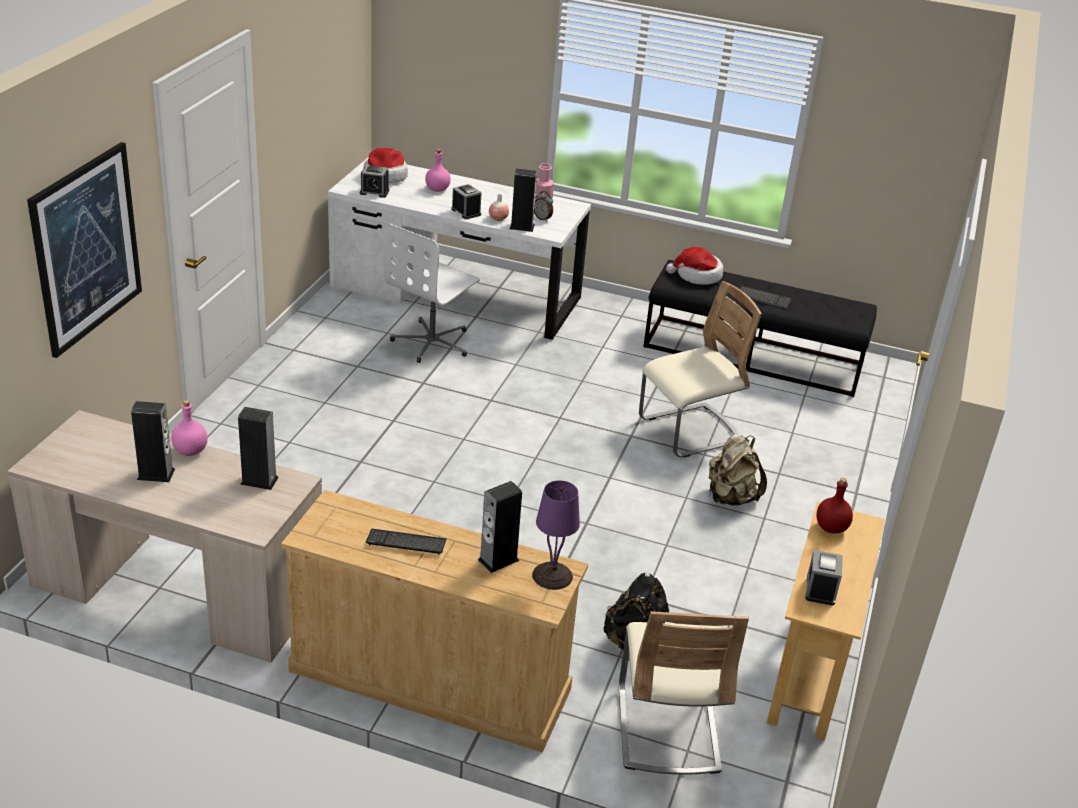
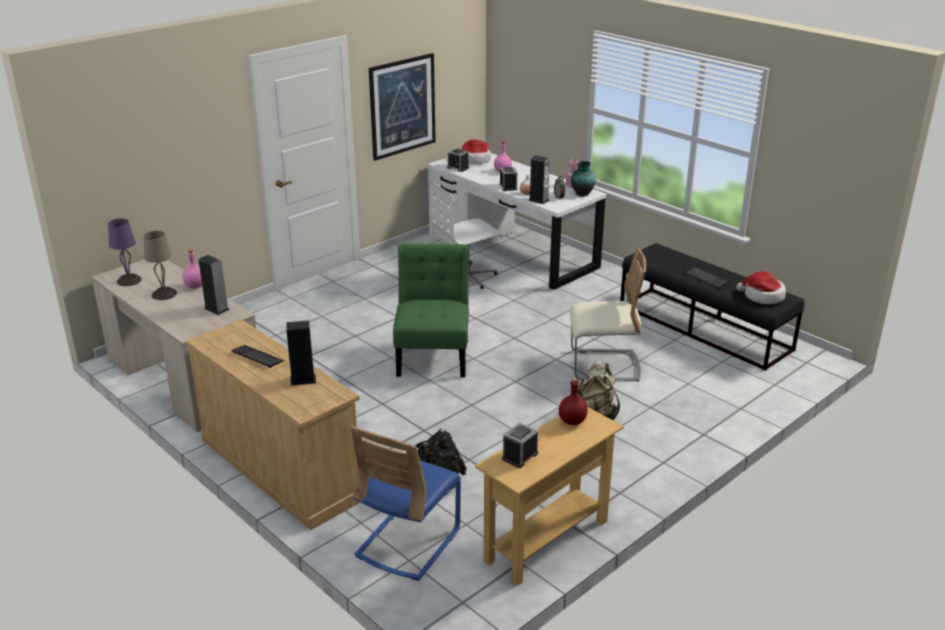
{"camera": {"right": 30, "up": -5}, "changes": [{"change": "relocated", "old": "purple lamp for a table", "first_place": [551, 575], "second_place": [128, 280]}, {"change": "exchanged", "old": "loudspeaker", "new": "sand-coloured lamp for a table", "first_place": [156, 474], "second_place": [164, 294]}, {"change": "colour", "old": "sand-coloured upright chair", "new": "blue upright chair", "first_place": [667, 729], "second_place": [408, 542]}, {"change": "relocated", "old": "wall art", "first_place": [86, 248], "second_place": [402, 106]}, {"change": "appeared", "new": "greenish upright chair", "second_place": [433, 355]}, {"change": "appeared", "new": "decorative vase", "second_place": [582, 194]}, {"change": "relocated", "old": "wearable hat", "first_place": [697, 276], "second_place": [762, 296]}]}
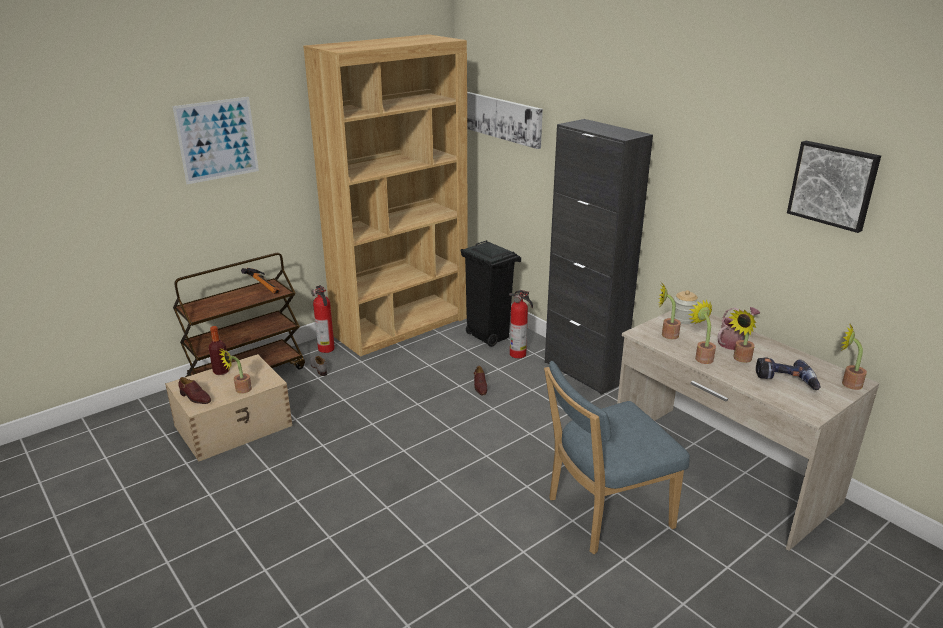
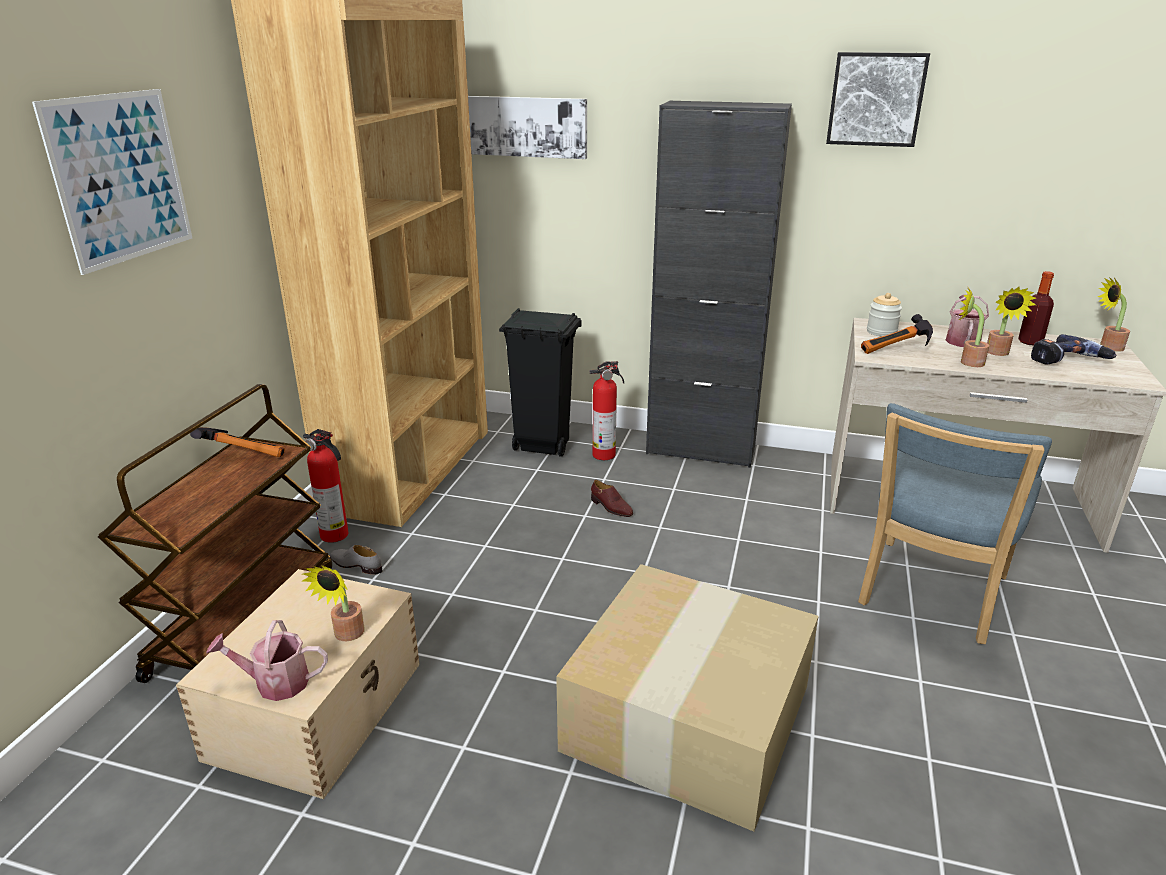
{"camera": {"right": -35, "up": 0}, "changes": [{"change": "exchanged", "old": "brown item of footwear", "new": "sprinkling can", "first_place": [195, 398], "second_place": [275, 683]}, {"change": "appeared", "new": "carton", "second_place": [686, 714]}, {"change": "relocated", "old": "wall art", "first_place": [833, 185], "second_place": [876, 99]}, {"change": "exchanged", "old": "houseplant", "new": "tool hammer", "first_place": [666, 335], "second_place": [897, 350]}, {"change": "relocated", "old": "drink bottle", "first_place": [221, 371], "second_place": [1030, 342]}]}
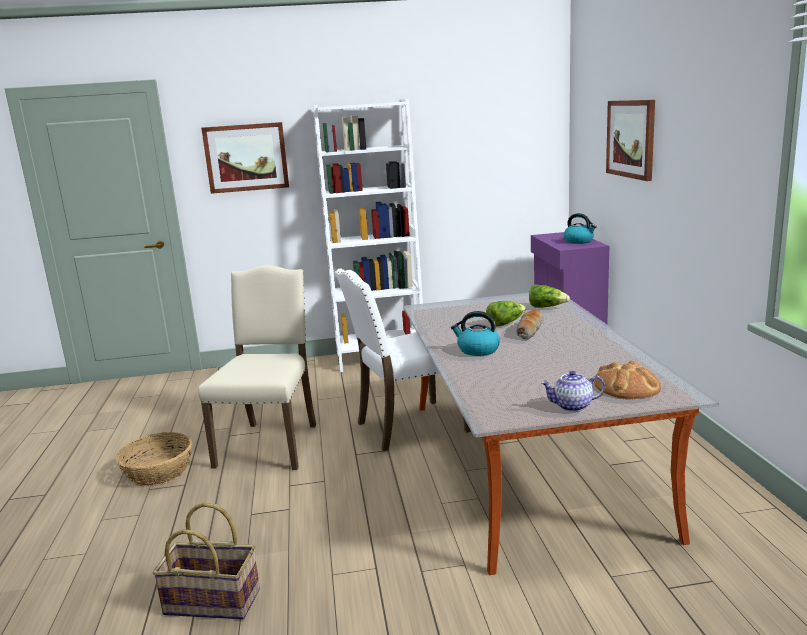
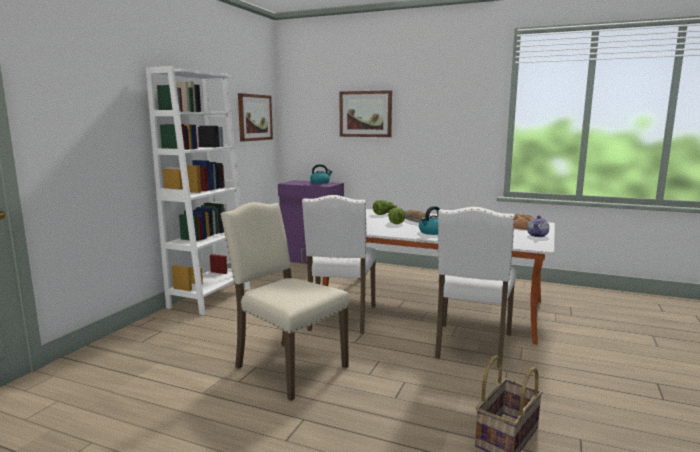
{"camera": {"right": -60, "up": -5}, "changes": [{"change": "relocated", "old": "wall art", "first_place": [246, 157], "second_place": [254, 117]}, {"change": "appeared", "new": "whitish upright chair", "second_place": [471, 346]}, {"change": "missing", "old": "basket", "first_place": [158, 472]}]}
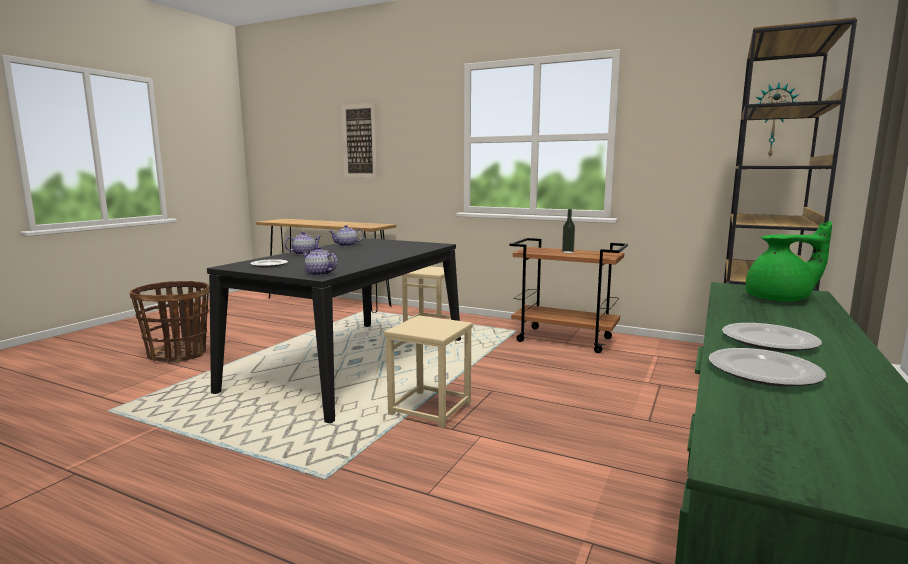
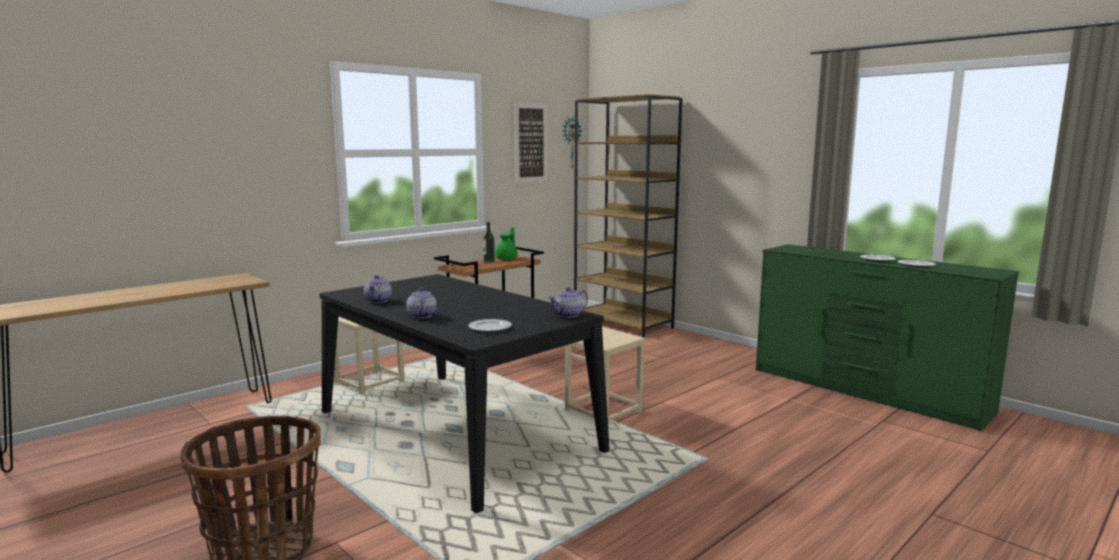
{"camera": {"right": -70, "up": 0}, "changes": [{"change": "relocated", "old": "greenish tea pot", "first_place": [780, 299], "second_place": [507, 258]}, {"change": "relocated", "old": "wall art", "first_place": [359, 141], "second_place": [530, 143]}]}
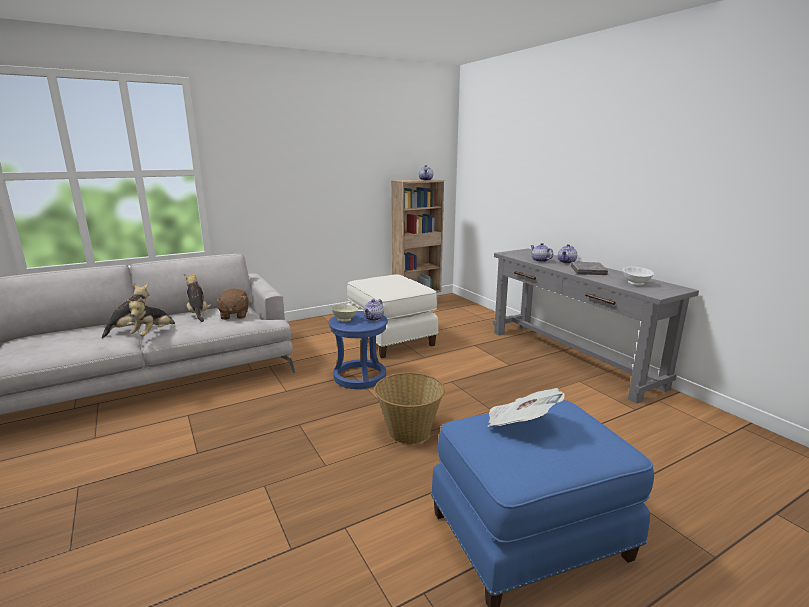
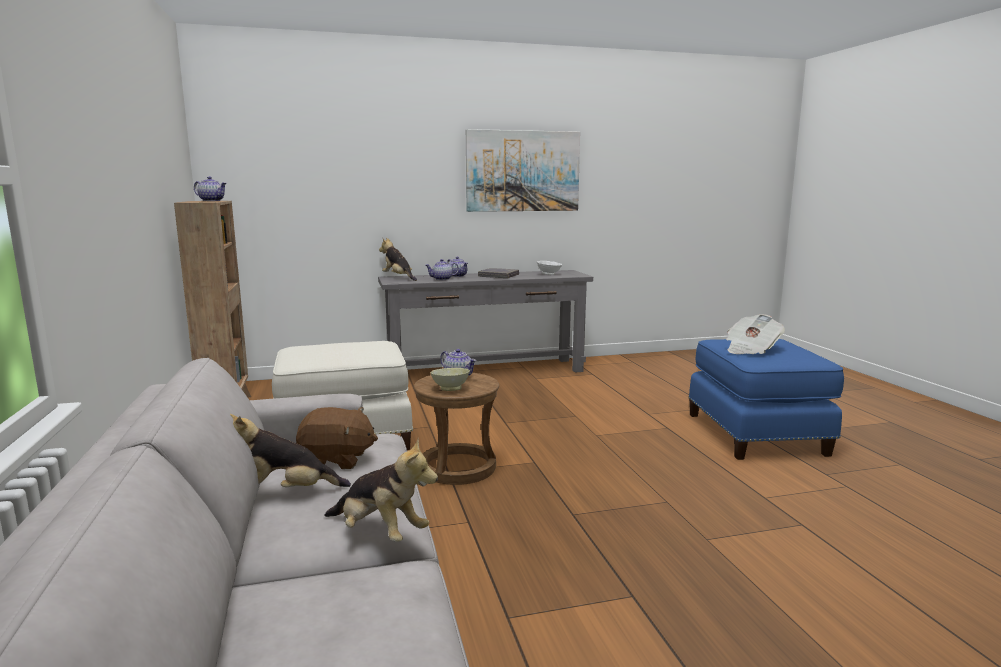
{"camera": {"right": -75, "up": -5}, "changes": [{"change": "relocated", "old": "cuddly toy", "first_place": [132, 328], "second_place": [398, 278]}, {"change": "colour", "old": "blue sitting stool", "new": "brown sitting stool", "first_place": [360, 376], "second_place": [457, 467]}, {"change": "appeared", "new": "wall art", "second_place": [523, 171]}, {"change": "missing", "old": "basket", "first_place": [409, 431]}]}
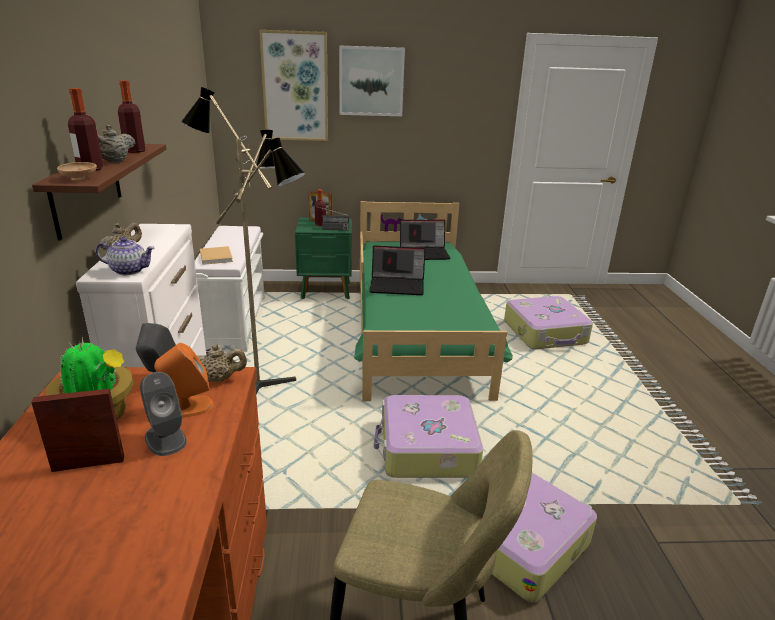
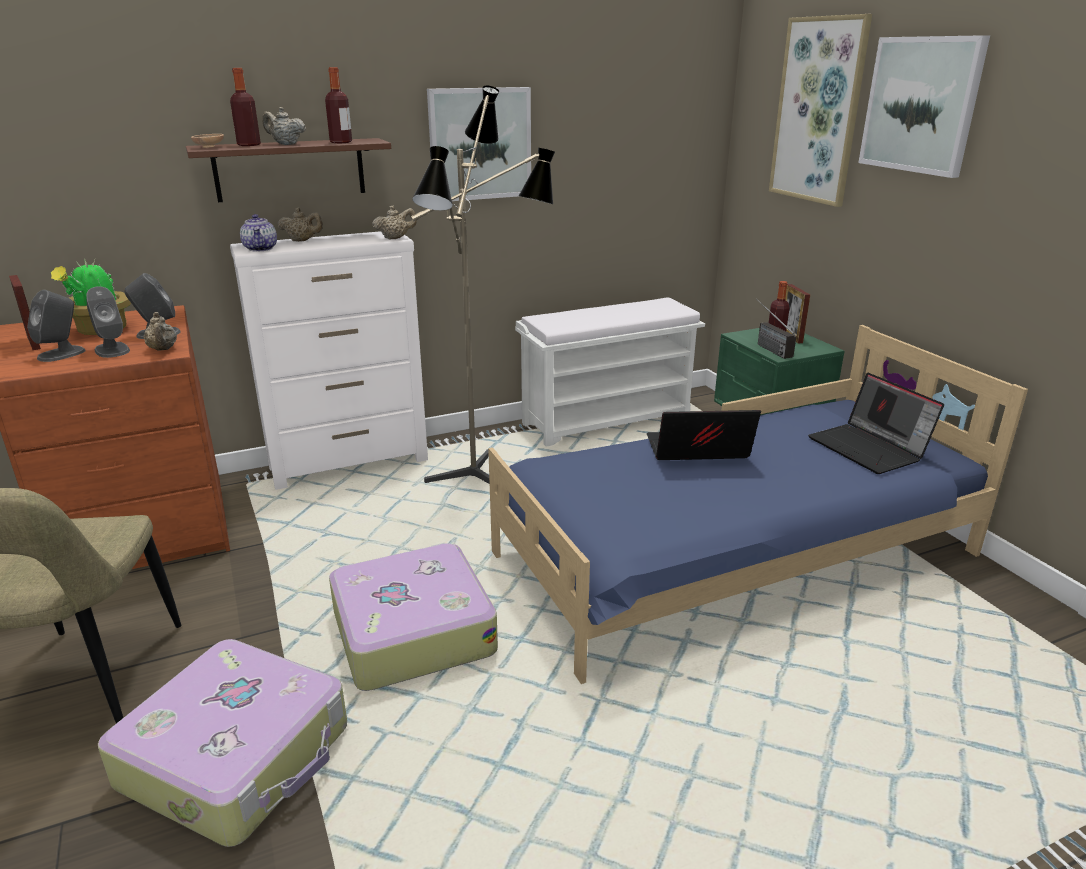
{"camera": {"right": 70, "up": 0}, "changes": [{"change": "colour", "old": "orange-coloured loudspeaker", "new": "greyish loudspeaker", "first_place": [188, 407], "second_place": [112, 350]}, {"change": "appeared", "new": "sand-coloured tea pot", "second_place": [395, 238]}, {"change": "appeared", "new": "wall art", "second_place": [480, 144]}, {"change": "colour", "old": "greenish bed", "new": "blue bed", "first_place": [417, 331], "second_place": [734, 556]}, {"change": "spun", "old": "portable computer", "first_place": [398, 285], "second_place": [696, 451], "degrees": 105}, {"change": "missing", "old": "sand-coloured bound book", "first_place": [216, 256]}, {"change": "missing", "old": "suitcase", "first_place": [546, 333]}]}
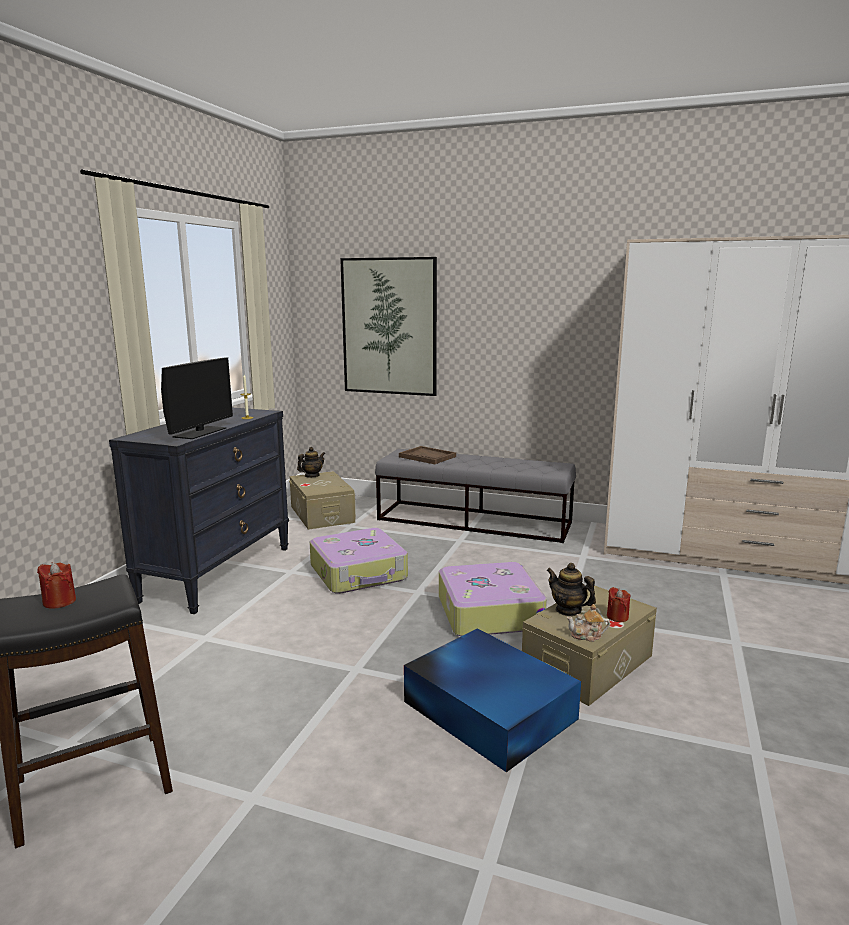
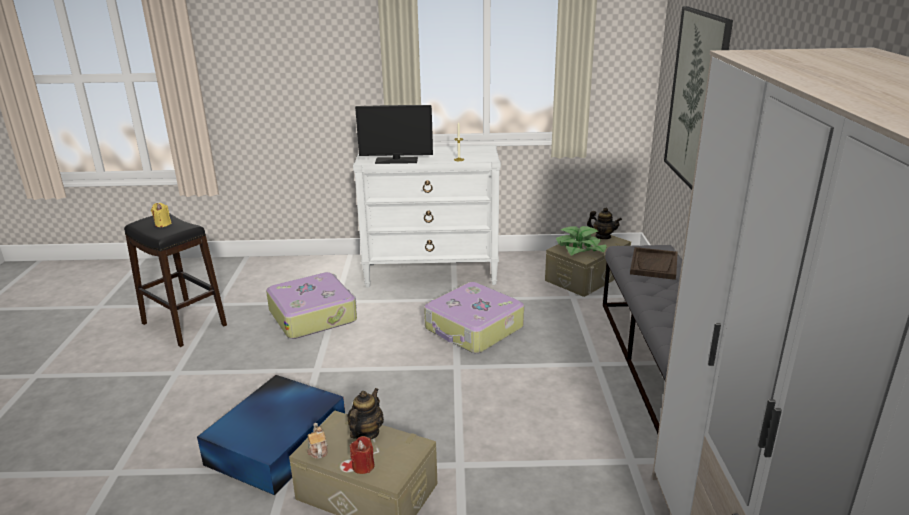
{"camera": {"right": 70, "up": 10}, "changes": [{"change": "colour", "old": "red-coloured wax candle", "new": "yellow wax candle", "first_place": [59, 601], "second_place": [163, 224]}, {"change": "relocated", "old": "suitcase", "first_place": [488, 612], "second_place": [313, 315]}, {"change": "colour", "old": "black drawer chest", "new": "whitish drawer chest", "first_place": [218, 573], "second_place": [432, 273]}, {"change": "appeared", "new": "houseplant", "second_place": [580, 249]}]}
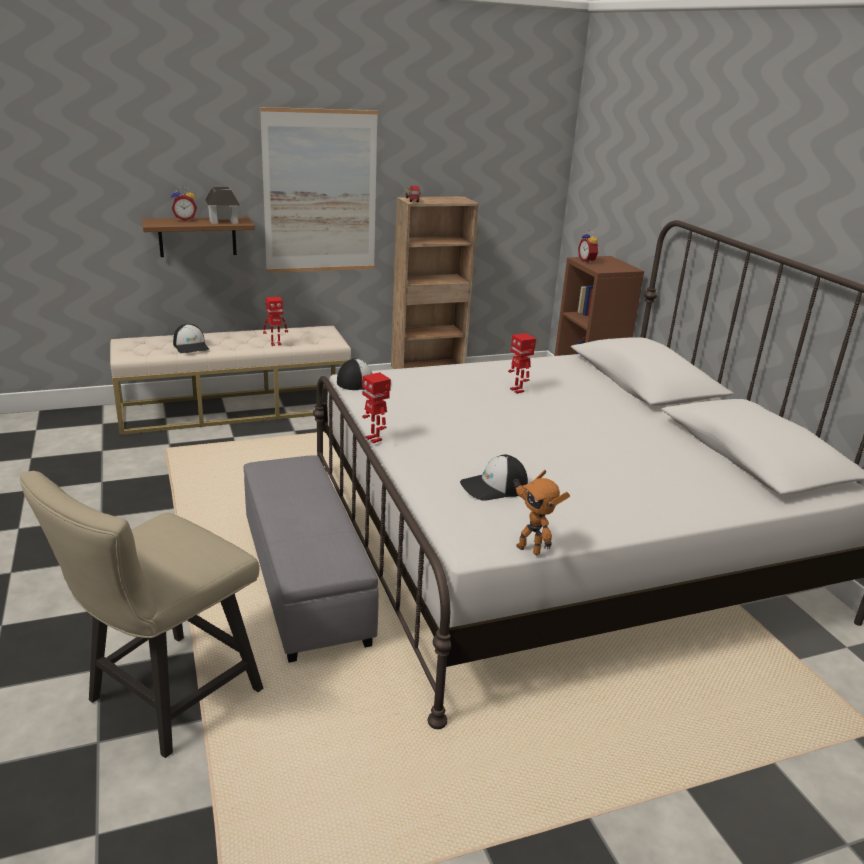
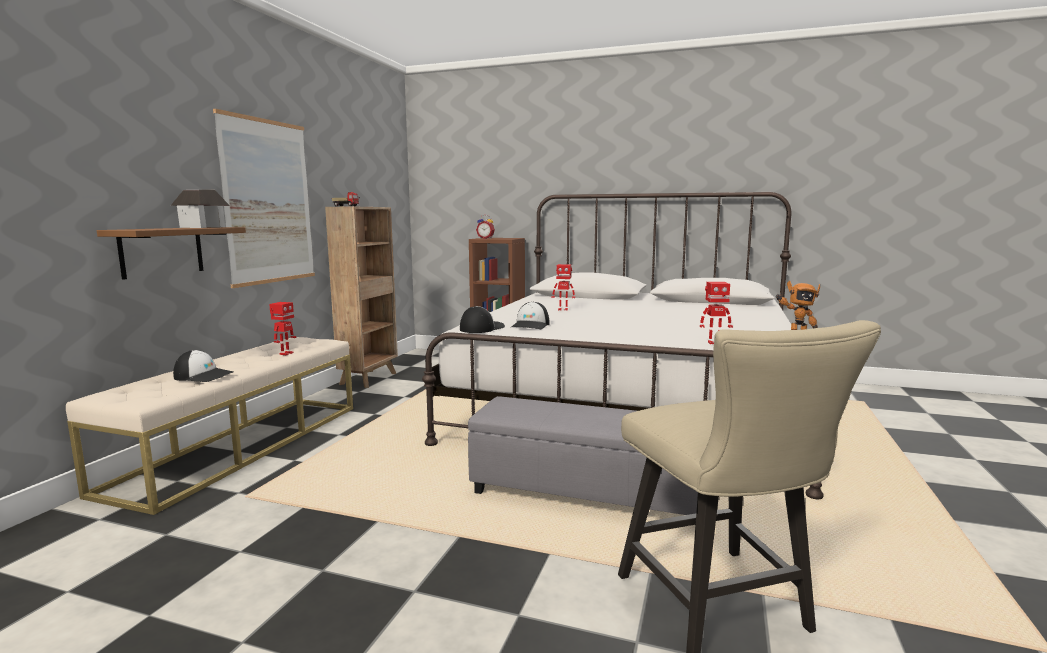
{"camera": {"right": -50, "up": -15}, "changes": [{"change": "relocated", "old": "cap", "first_place": [494, 487], "second_place": [531, 325]}, {"change": "relocated", "old": "model robot", "first_place": [374, 439], "second_place": [714, 343]}, {"change": "missing", "old": "table clock", "first_place": [185, 219]}]}
